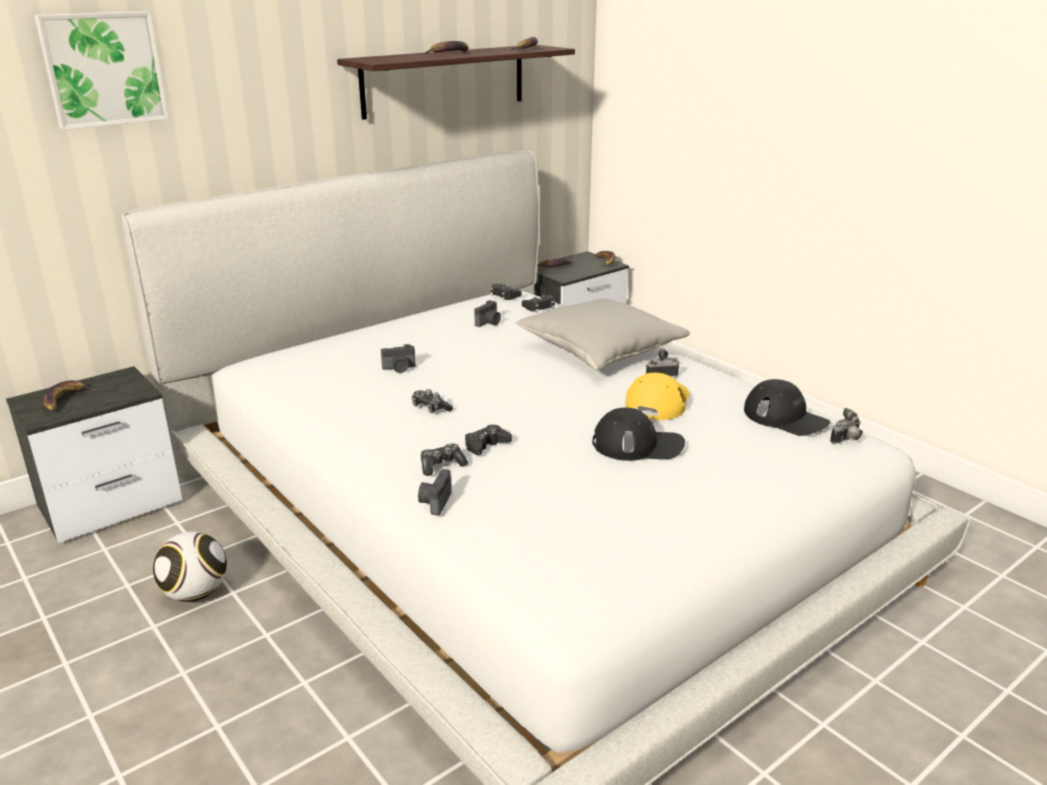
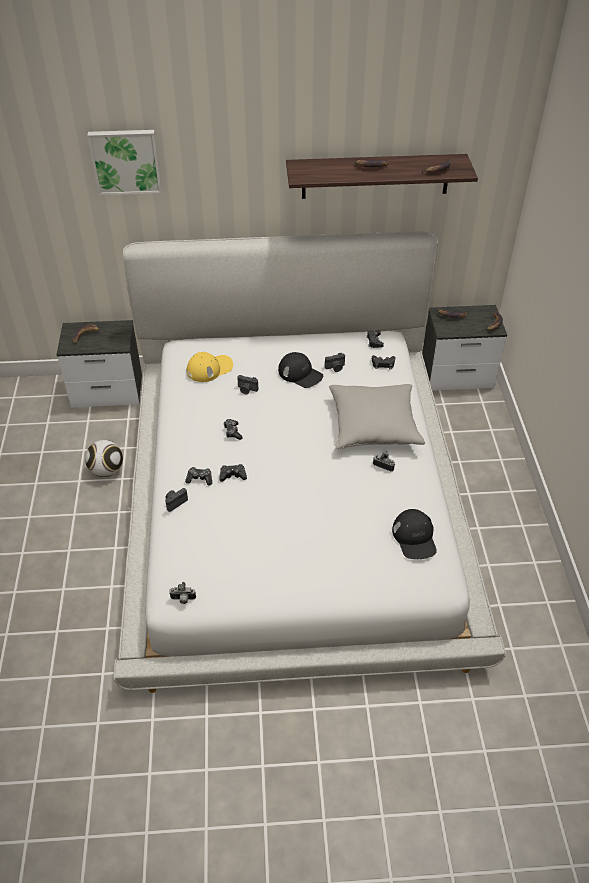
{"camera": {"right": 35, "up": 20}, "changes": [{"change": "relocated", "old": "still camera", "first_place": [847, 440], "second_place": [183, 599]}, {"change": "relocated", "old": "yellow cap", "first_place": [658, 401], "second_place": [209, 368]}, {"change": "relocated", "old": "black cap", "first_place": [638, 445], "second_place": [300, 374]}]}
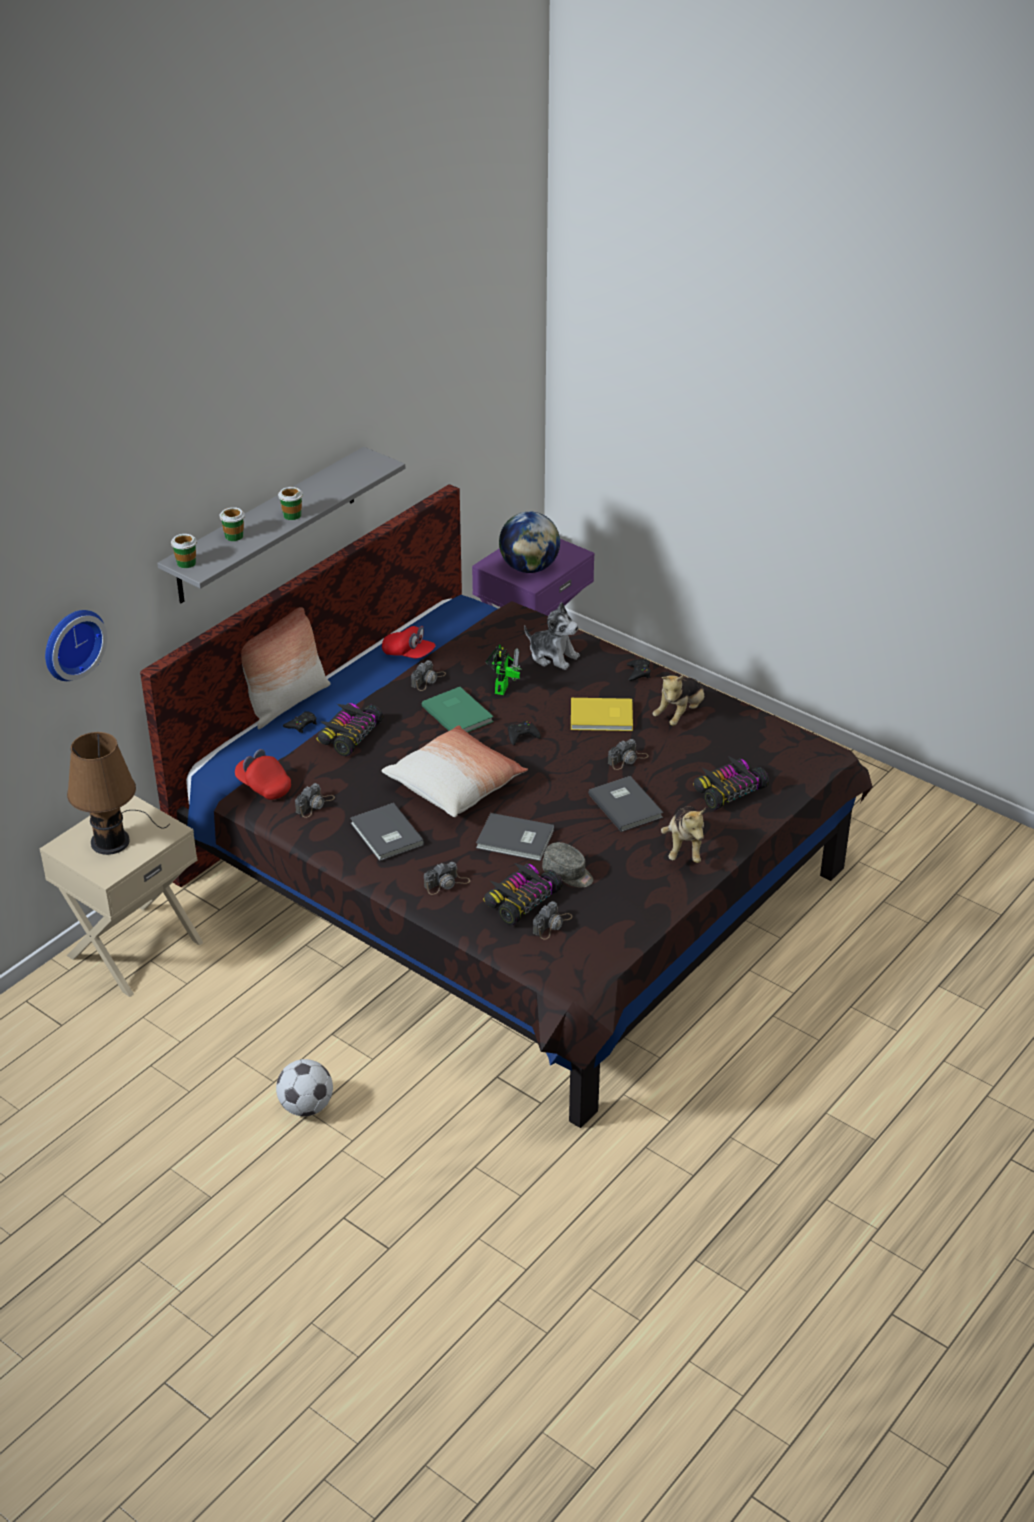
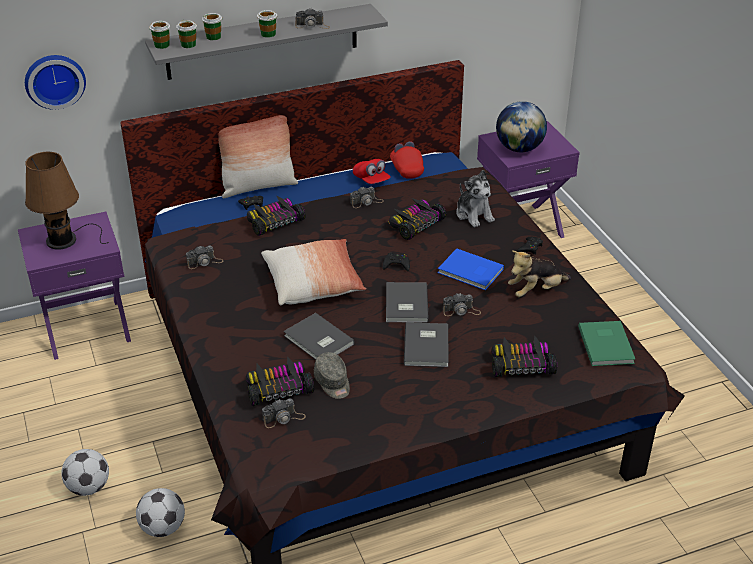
{"camera": {"right": 30, "up": 0}, "changes": [{"change": "colour", "old": "sand-coloured nightstand", "new": "purple nightstand", "first_place": [134, 948], "second_place": [86, 328]}, {"change": "appeared", "new": "ball for football", "second_place": [163, 528]}, {"change": "appeared", "new": "small cup", "second_place": [188, 45]}, {"change": "relocated", "old": "still camera", "first_place": [446, 883], "second_place": [312, 25]}, {"change": "relocated", "old": "greyish bound book", "first_place": [385, 835], "second_place": [405, 305]}, {"change": "exchanged", "old": "model robot", "new": "toy car", "first_place": [502, 687], "second_place": [415, 224]}, {"change": "relocated", "old": "red-coloured cap", "first_place": [263, 786], "second_place": [406, 169]}, {"change": "colour", "old": "yellow bound book", "new": "blue bound book", "first_place": [602, 717], "second_place": [470, 272]}, {"change": "relocated", "old": "greenish bound book", "first_place": [458, 713], "second_place": [607, 344]}, {"change": "missing", "old": "cuddly toy", "first_place": [684, 848]}]}
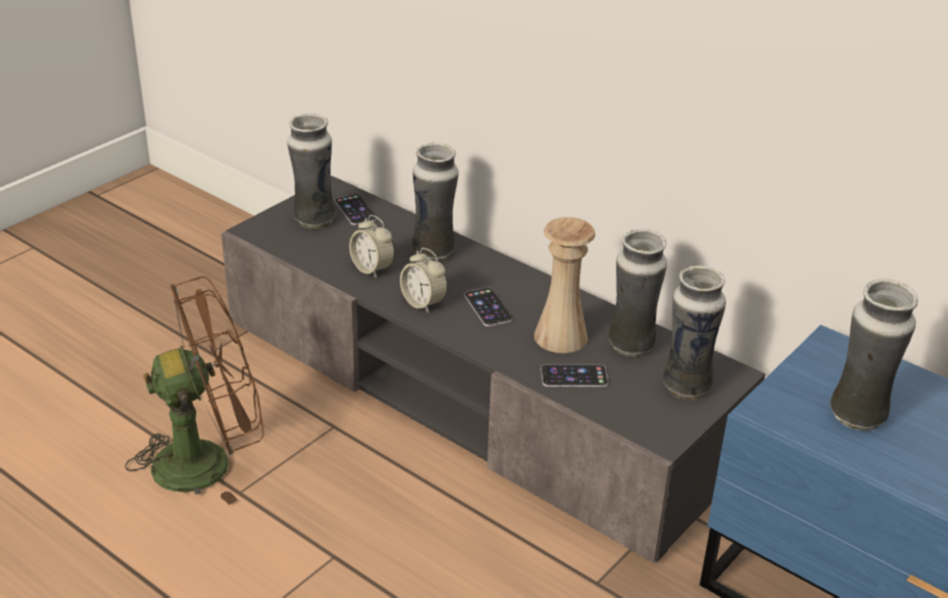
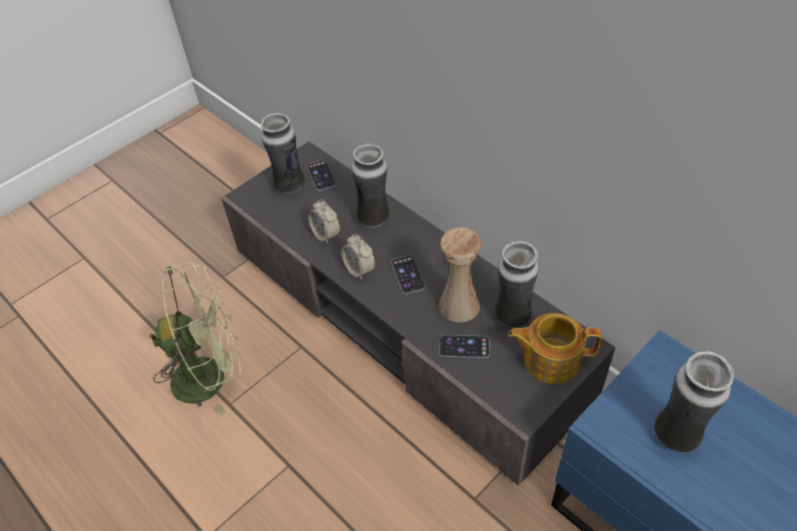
{"camera": {"right": 10, "up": 15}, "changes": [{"change": "colour", "old": "brown fan", "new": "greenish fan", "first_place": [208, 460], "second_place": [211, 375]}, {"change": "exchanged", "old": "decorative vase", "new": "tea pot", "first_place": [686, 386], "second_place": [550, 359]}]}
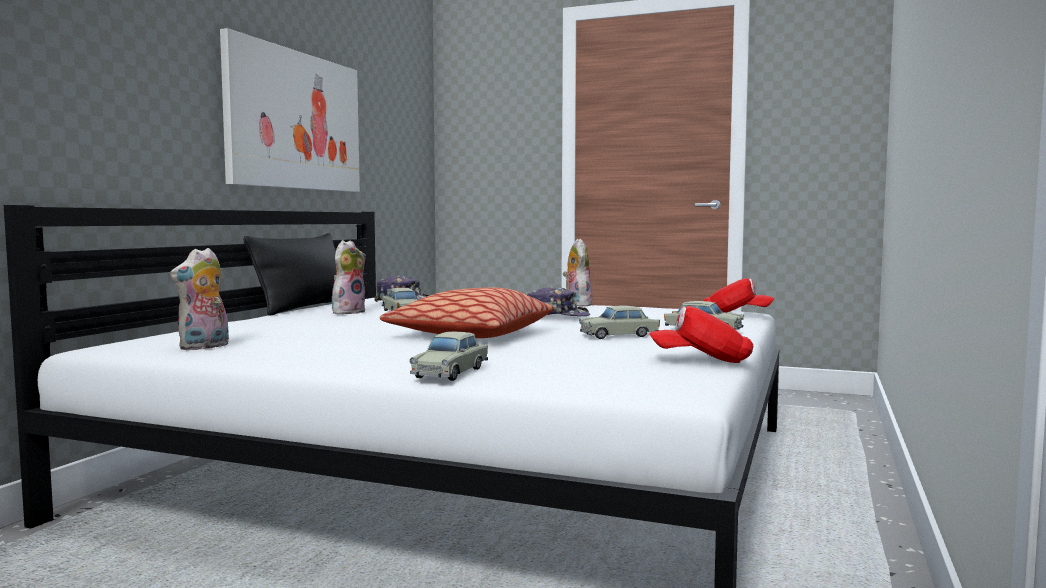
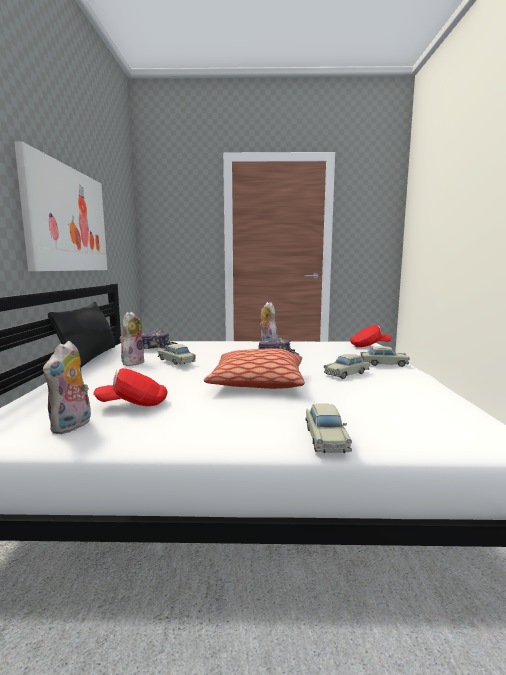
{"camera": {"right": -20, "up": 5}, "changes": [{"change": "relocated", "old": "red-coloured cap", "first_place": [701, 360], "second_place": [133, 404]}]}
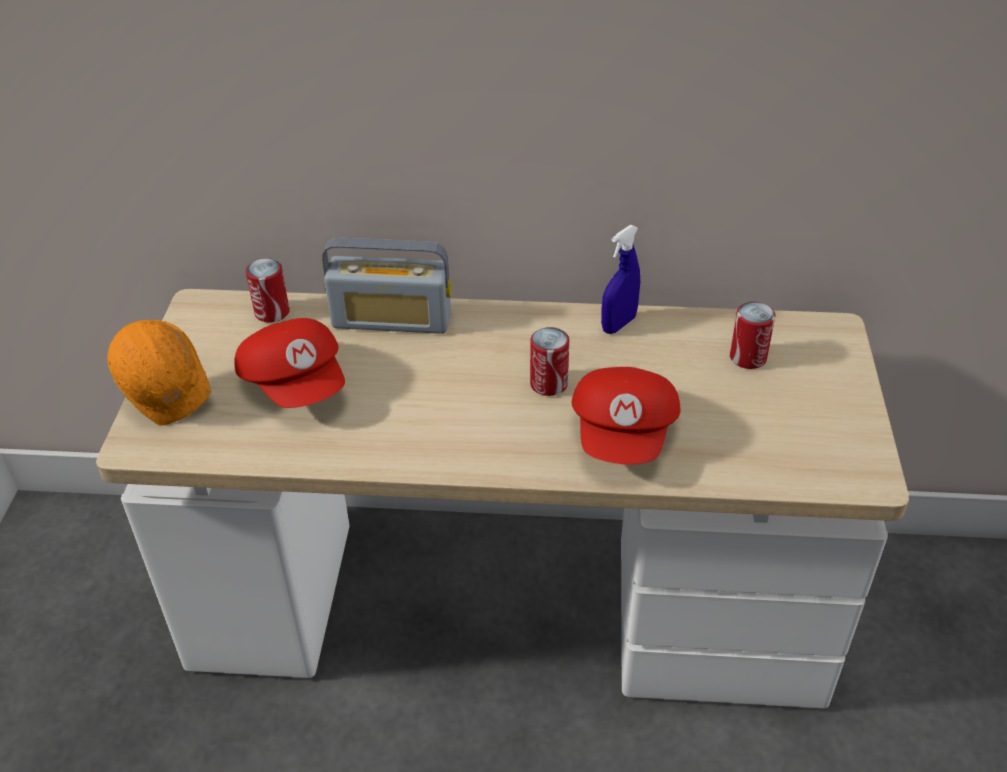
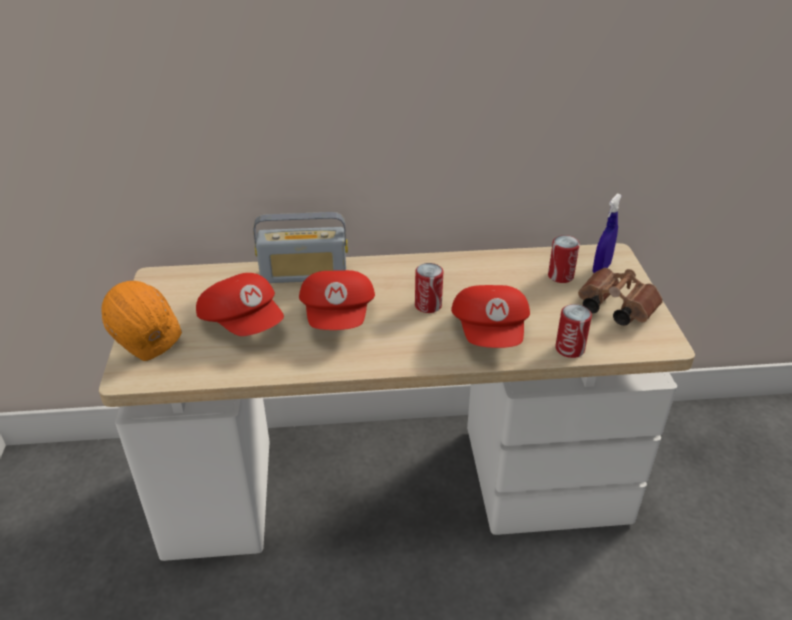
{"camera": {"right": -10, "up": -5}, "changes": [{"change": "appeared", "new": "red-coloured cap", "second_place": [339, 317]}, {"change": "relocated", "old": "sealed can", "first_place": [272, 312], "second_place": [569, 349]}, {"change": "appeared", "new": "brown binoculars", "second_place": [613, 308]}, {"change": "relocated", "old": "blue sprayer", "first_place": [618, 324], "second_place": [601, 269]}]}
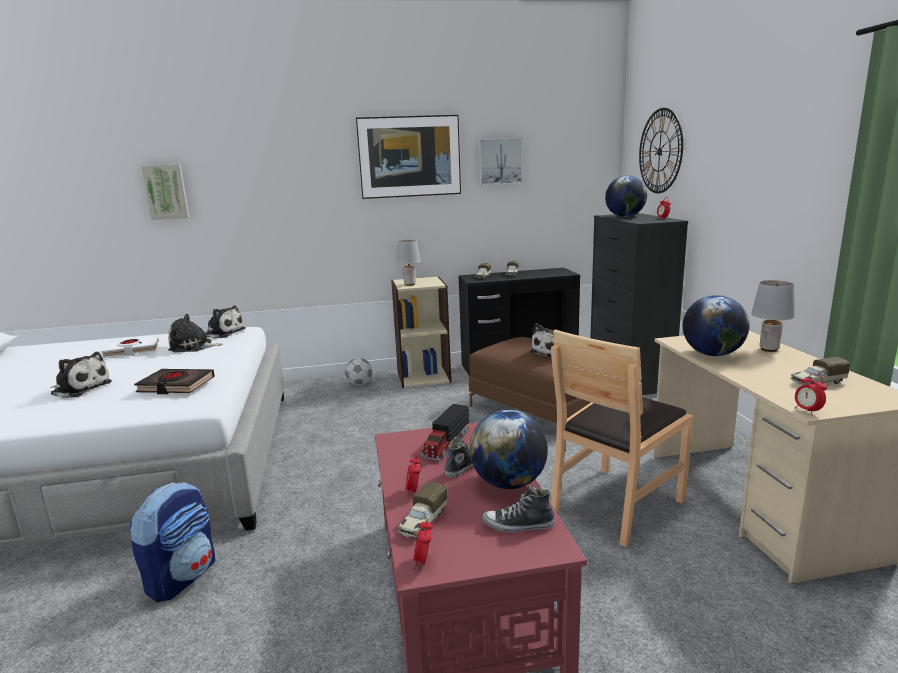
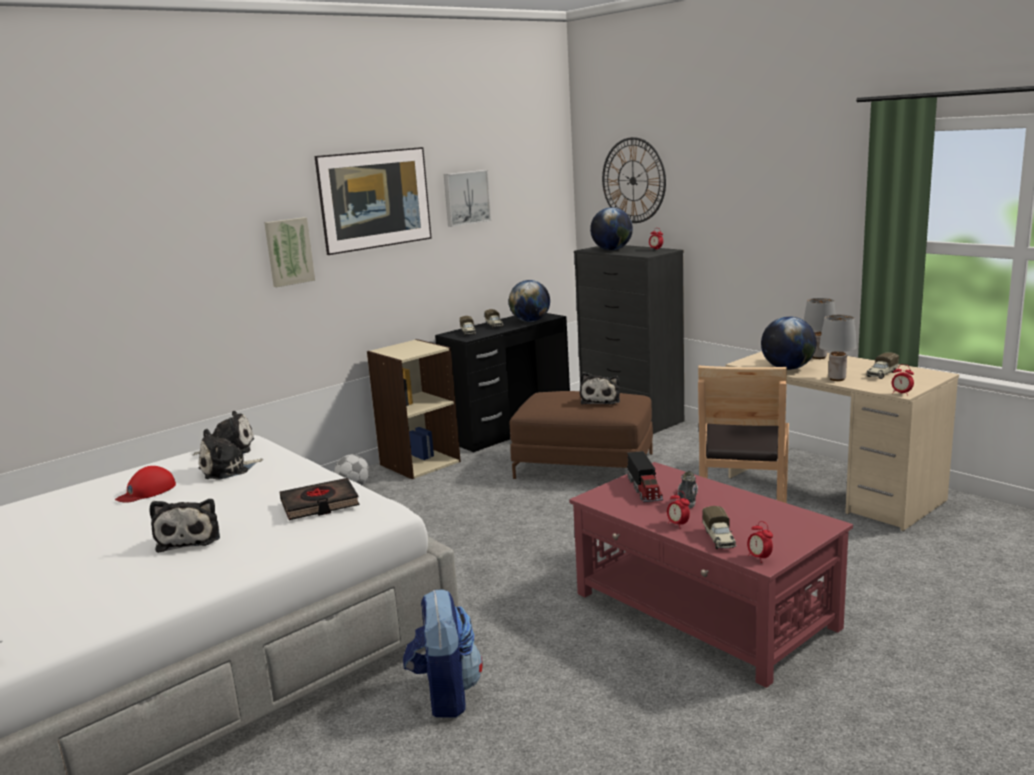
{"camera": {"right": -30, "up": 0}, "changes": [{"change": "exchanged", "old": "whitish bound book", "new": "red-coloured cap", "first_place": [132, 350], "second_place": [147, 491]}, {"change": "spun", "old": "cuddly toy", "first_place": [80, 388], "second_place": [190, 538], "degrees": 90}, {"change": "relocated", "old": "wall art", "first_place": [166, 192], "second_place": [288, 251]}, {"change": "relocated", "old": "world globe", "first_place": [508, 483], "second_place": [530, 321]}, {"change": "relocated", "old": "greyish lamp for a table", "first_place": [409, 284], "second_place": [837, 379]}, {"change": "missing", "old": "item of footwear", "first_place": [518, 525]}]}
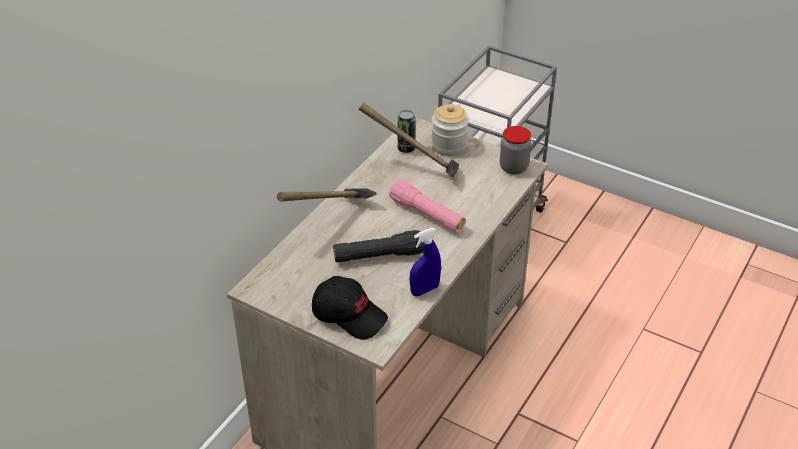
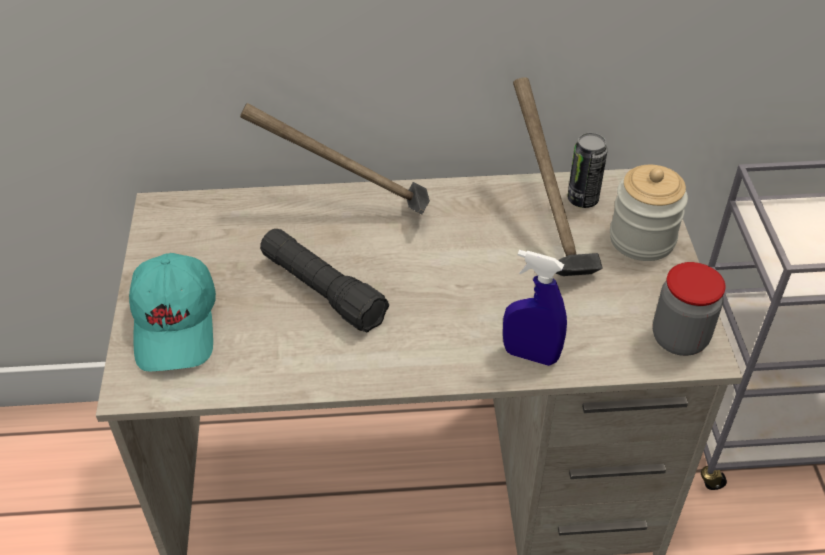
{"camera": {"right": 55, "up": 5}, "changes": [{"change": "colour", "old": "black cap", "new": "turquoise cap", "first_place": [349, 315], "second_place": [177, 325]}, {"change": "relocated", "old": "blue sprayer", "first_place": [424, 290], "second_place": [530, 355]}, {"change": "missing", "old": "pink hand torch", "first_place": [427, 215]}]}
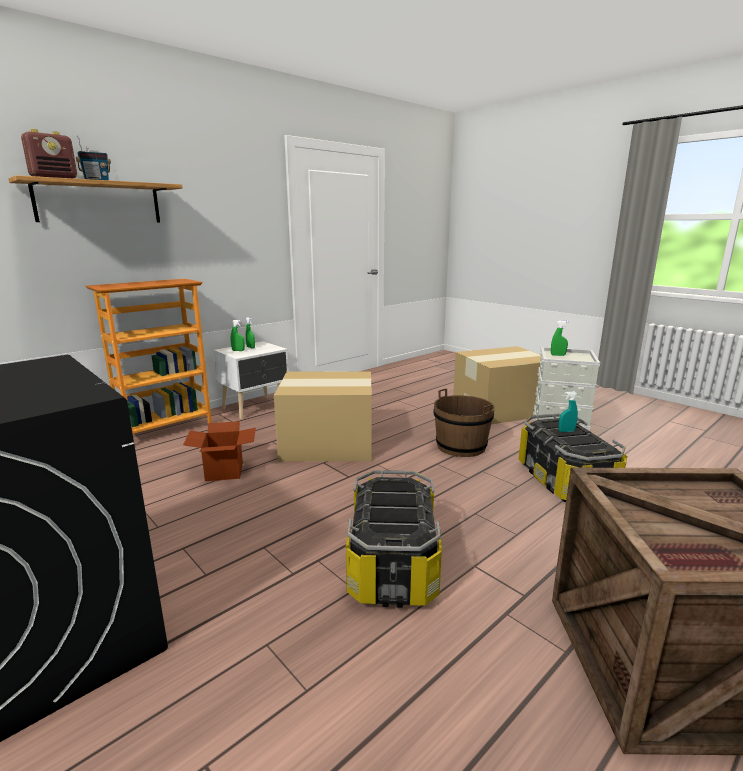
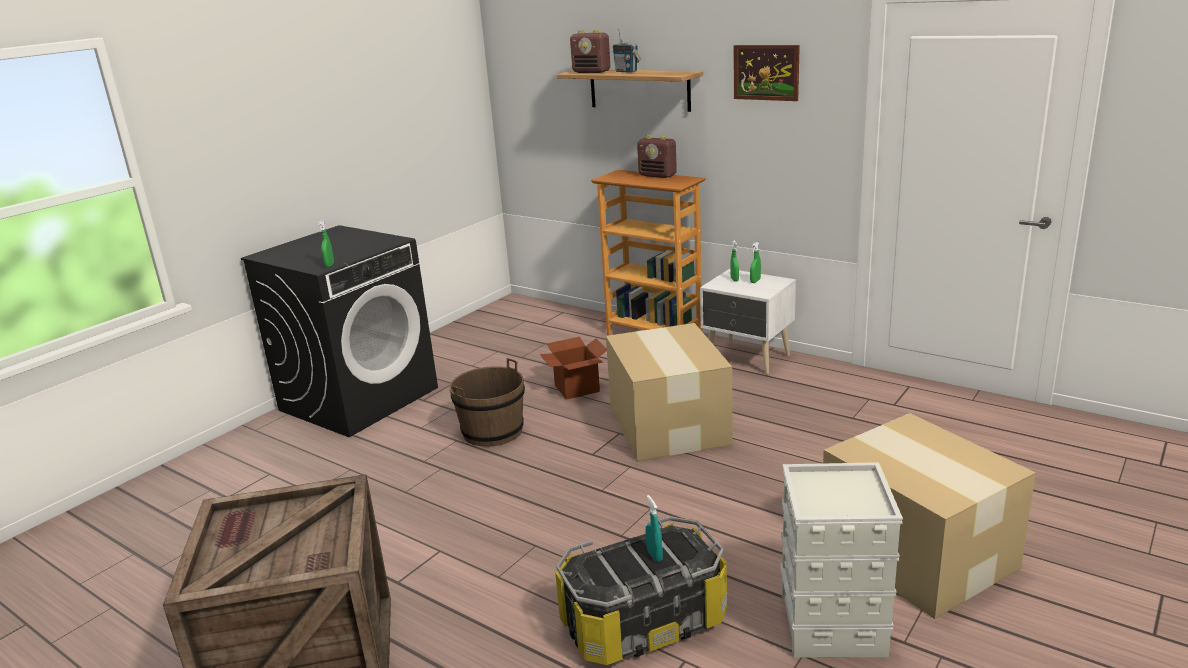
{"camera": {"right": 80, "up": 5}, "changes": [{"change": "relocated", "old": "greenish sprayer", "first_place": [558, 355], "second_place": [329, 265]}, {"change": "relocated", "old": "brown water bucket", "first_place": [461, 446], "second_place": [493, 432]}, {"change": "appeared", "new": "radio", "second_place": [658, 175]}, {"change": "appeared", "new": "wall art", "second_place": [766, 72]}, {"change": "missing", "old": "storage container", "first_place": [391, 564]}]}
